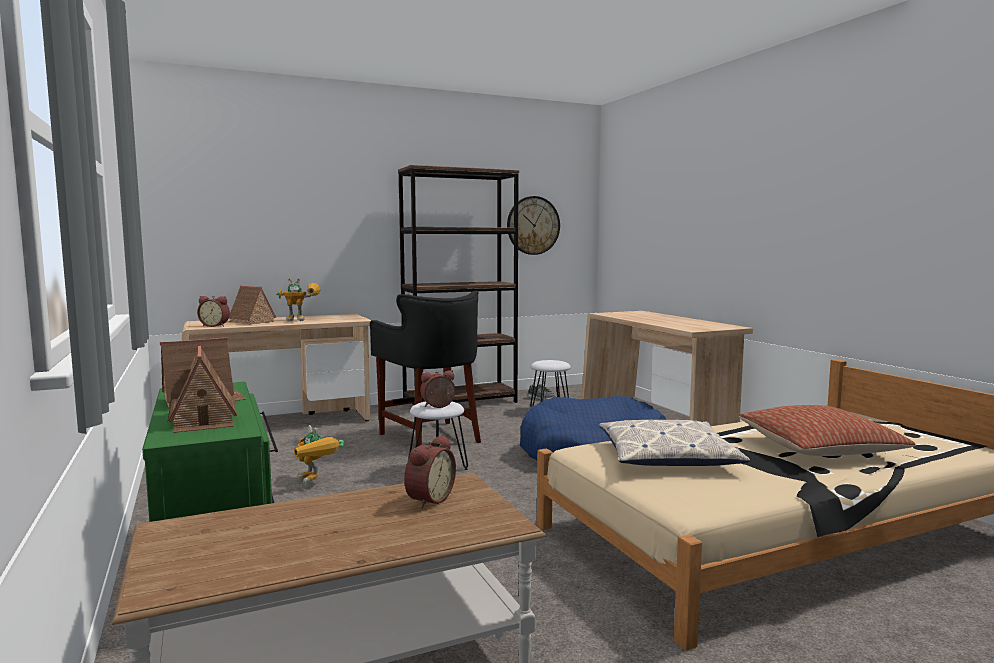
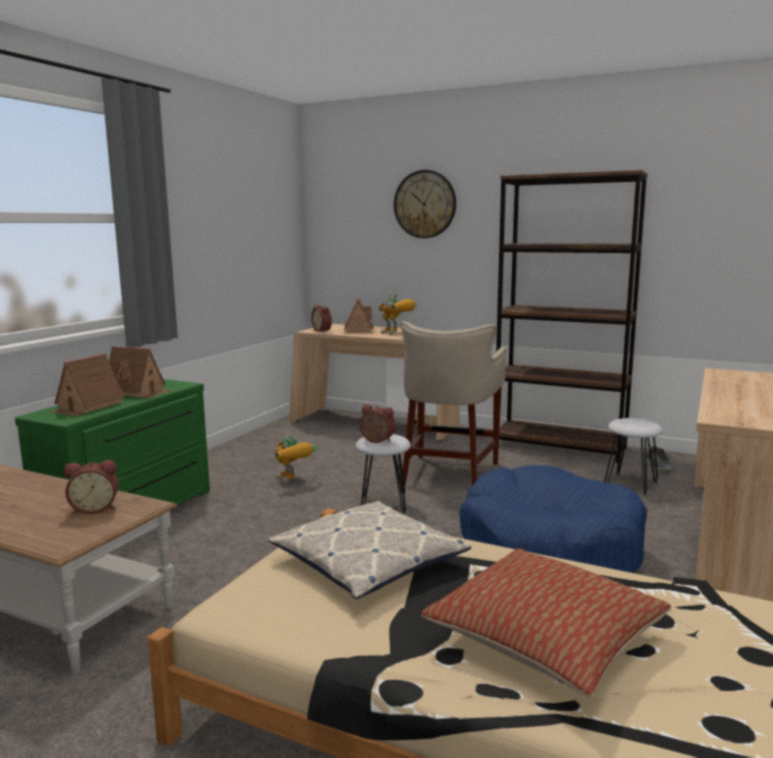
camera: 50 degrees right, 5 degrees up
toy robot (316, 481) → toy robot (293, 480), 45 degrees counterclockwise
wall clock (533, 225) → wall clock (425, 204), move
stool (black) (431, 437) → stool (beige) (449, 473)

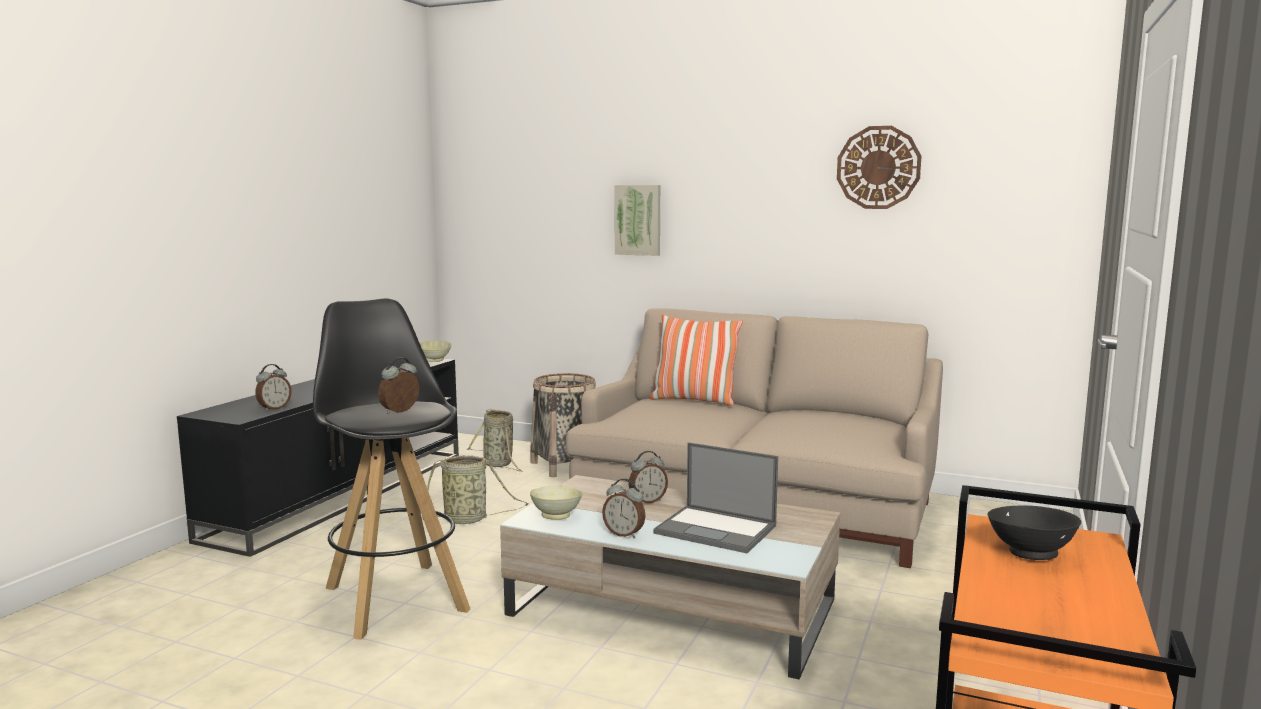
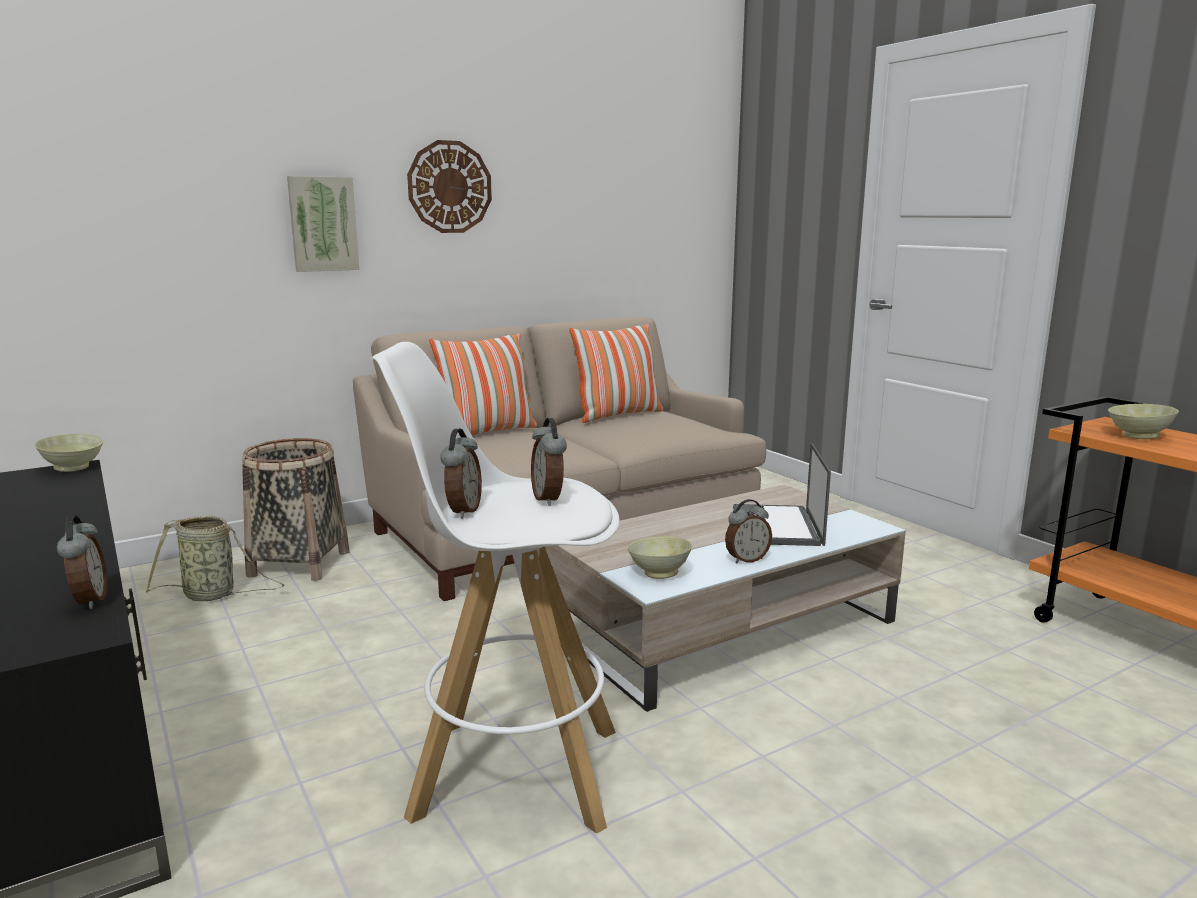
camera: 55 degrees left, 5 degrees up
stool (black) (395, 597) → stool (white) (513, 771)
wall clock (878, 167) → wall clock (449, 187), move
alarm clock (647, 501) → alarm clock (462, 511), move
- → pillow (618, 415)
laptop (717, 530) → laptop (777, 527), 120 degrees clockwise
bowl (black) (1030, 553) → bowl (beige) (1137, 436)
basket (468, 520) → -

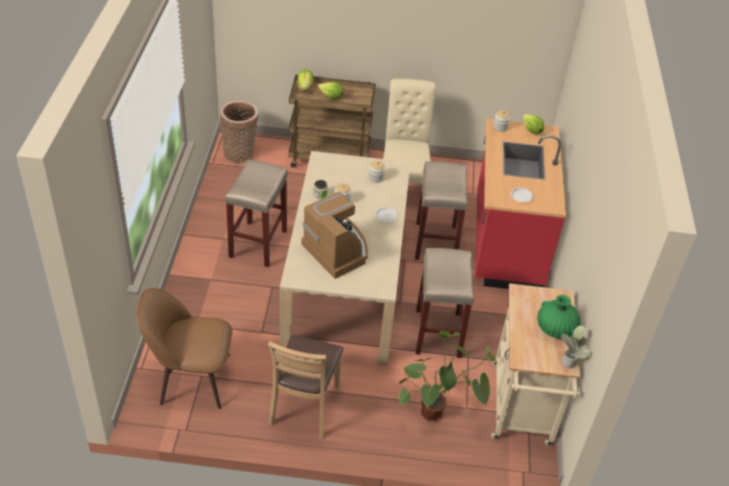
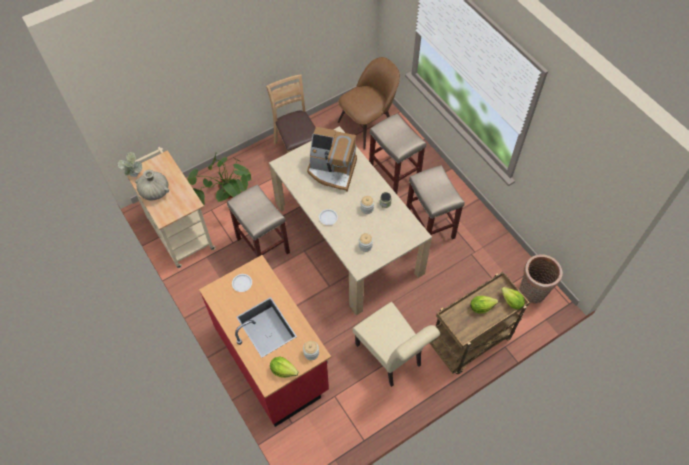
camera: 145 degrees right, 15 degrees up
vase (green) (555, 329) → vase (beige) (155, 192)
stool (beige) (435, 242) → stool (beige) (395, 175), move

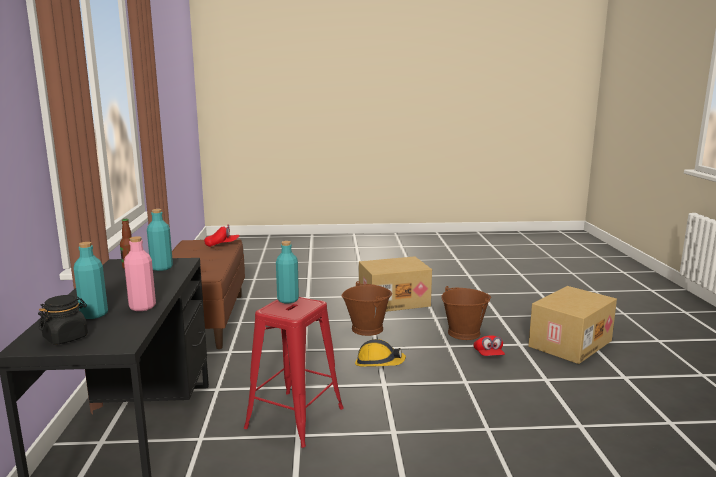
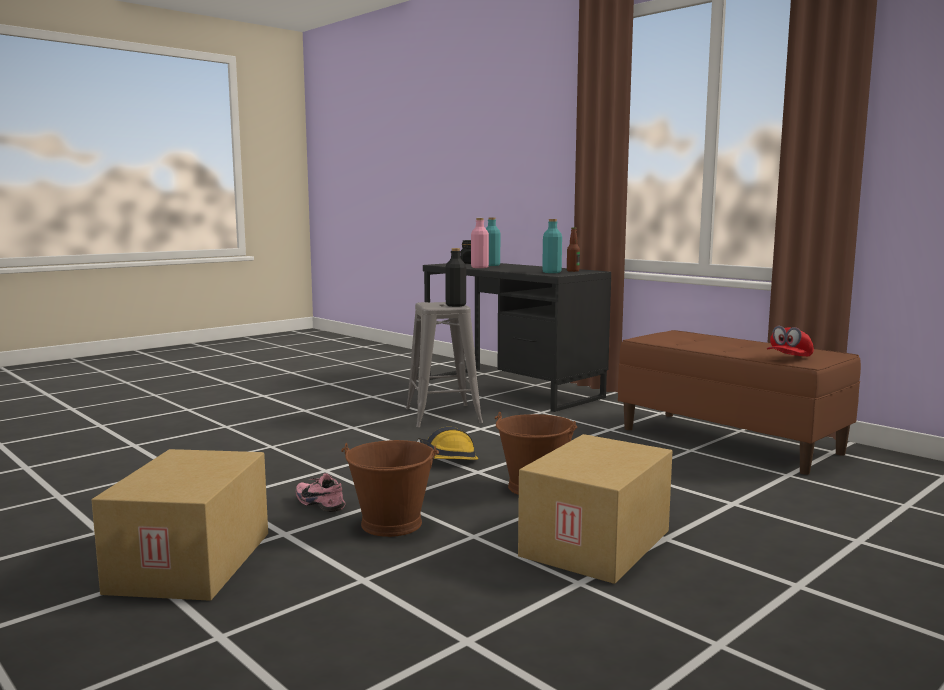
camera: 140 degrees right, 5 degrees down
cap (red) (488, 355) → shoe (pink) (322, 503)
stool (red) (295, 417) → stool (grey) (443, 416)
bottle (turquoise) (288, 300) → bottle (black) (455, 305)

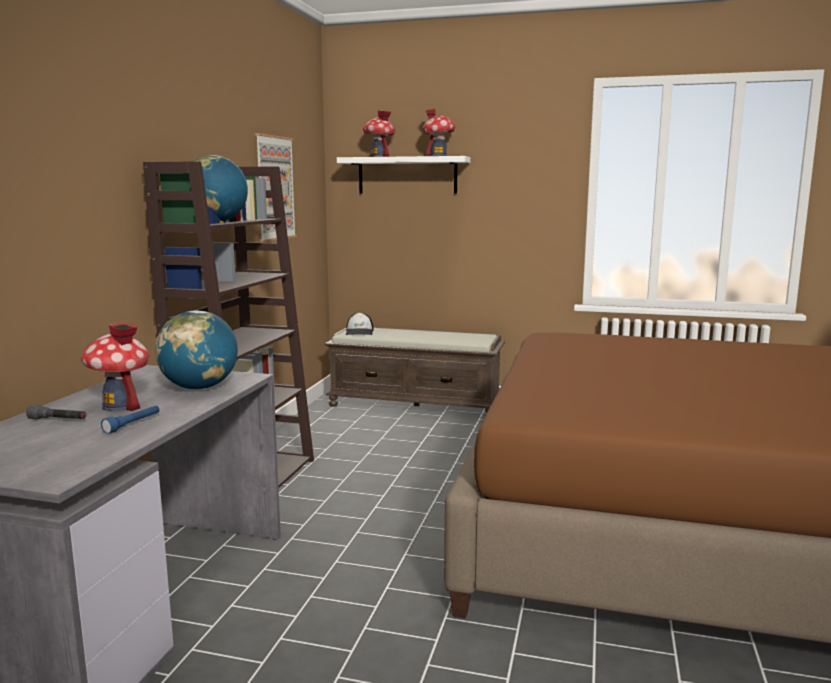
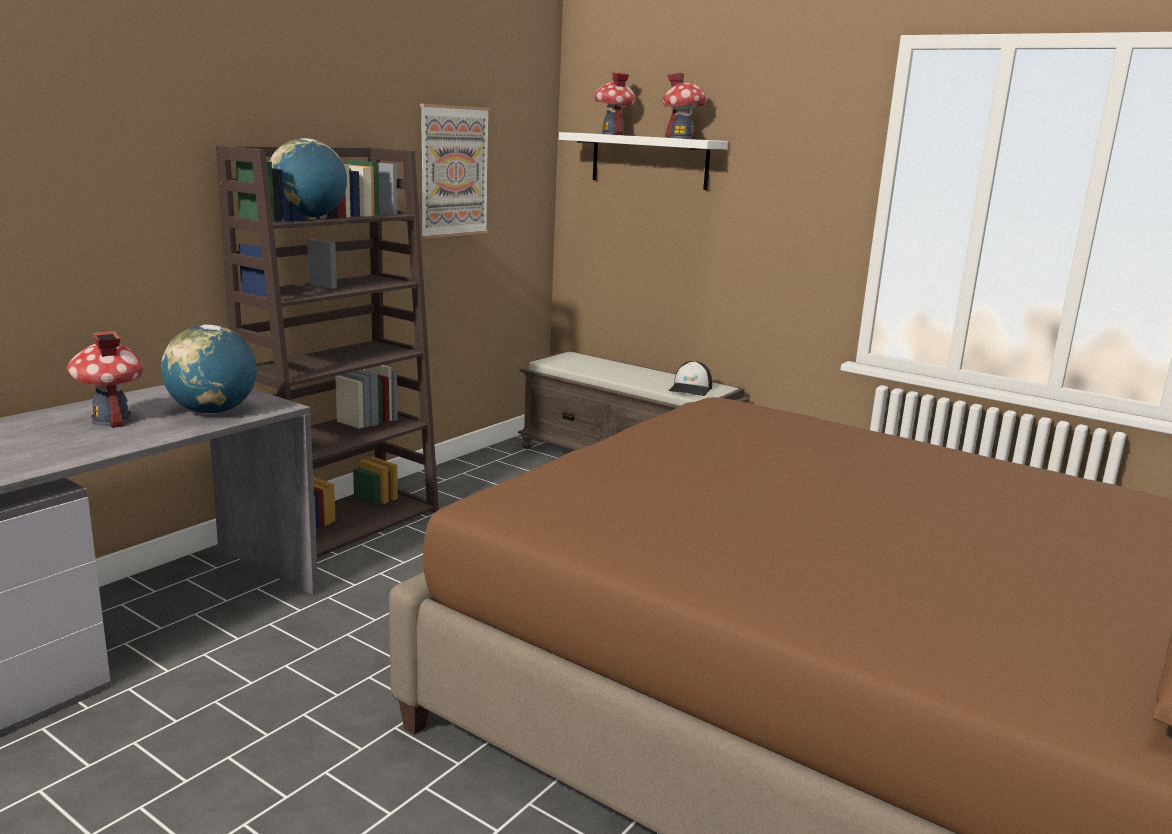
camera: 20 degrees right, 5 degrees up
cap (359, 332) → cap (691, 389), move
flashlight (grey) (58, 420) → -
flashlight (blue) (133, 424) → -

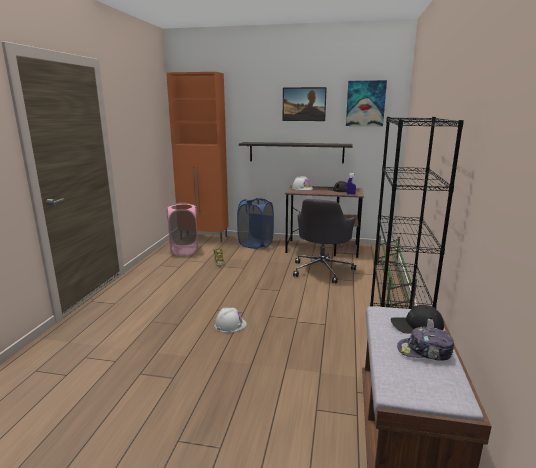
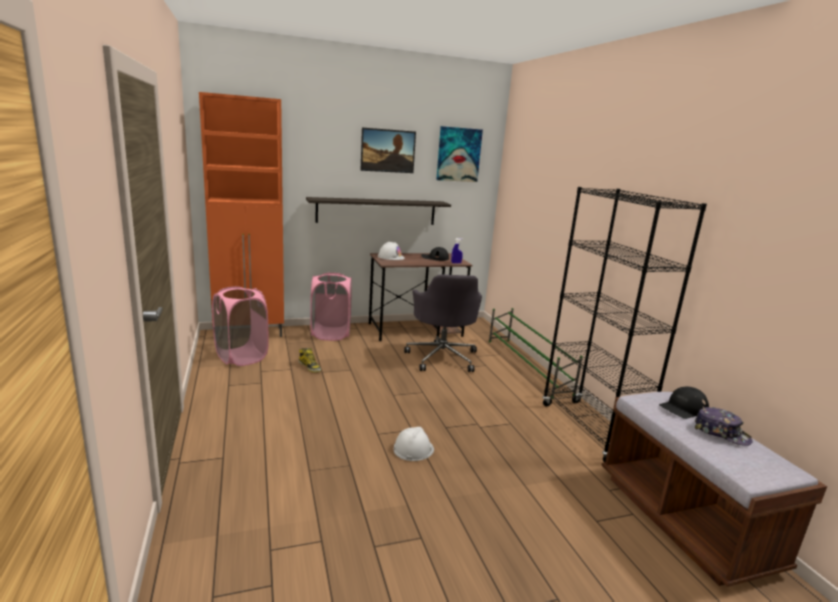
camera: 30 degrees left, 0 degrees up
laundry basket (blue) (255, 244) → laundry basket (pink) (330, 334)
cap (425, 351) → cap (721, 433), 120 degrees counterclockwise

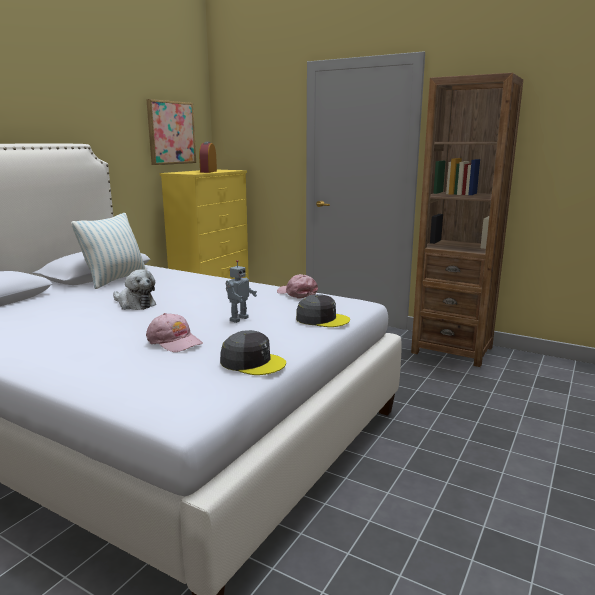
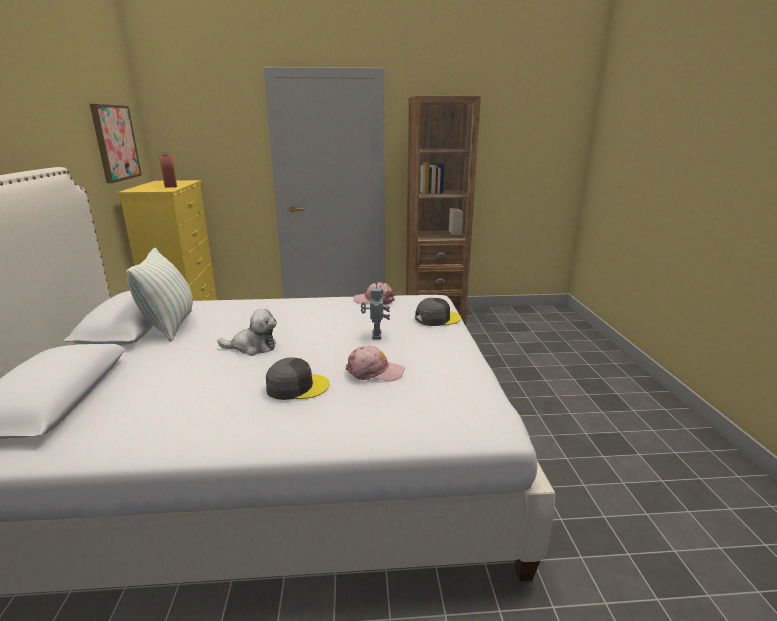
camera: 35 degrees left, 5 degrees up
cap (grey) (252, 362) → cap (grey) (296, 386), move

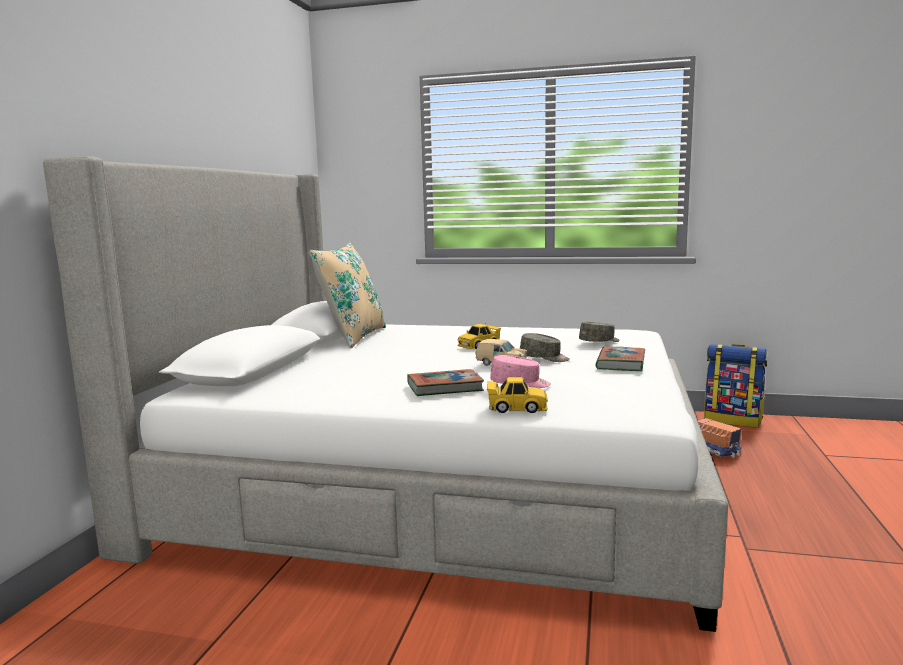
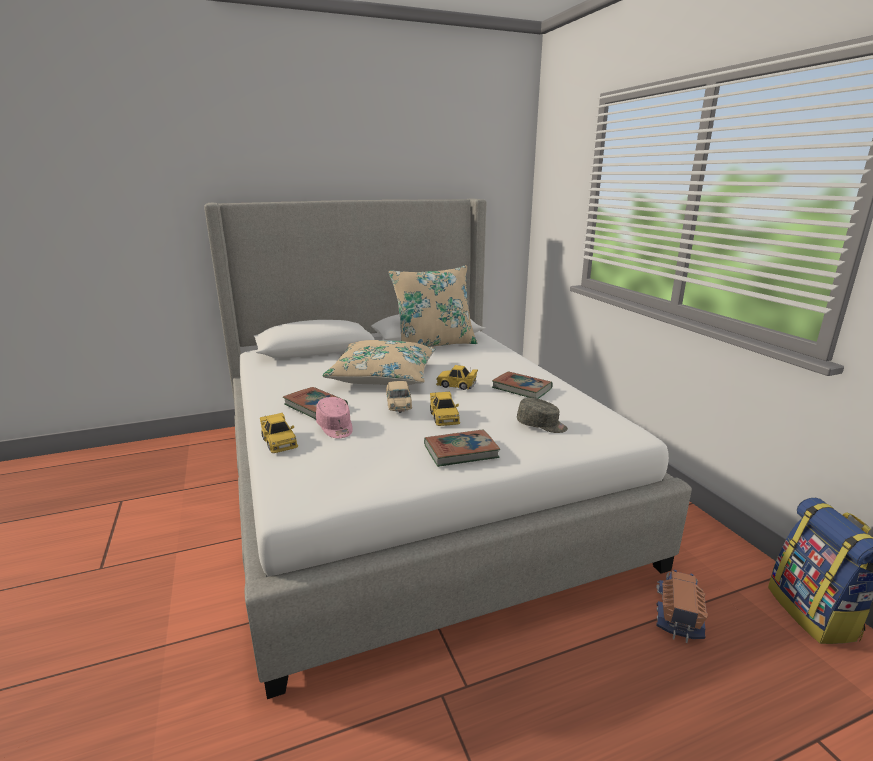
camera: 55 degrees right, 10 degrees up
- → pillow (beige) (383, 376)
cap (grey) (544, 358) → toy car (yellow) (444, 417)
- → book (521, 388)

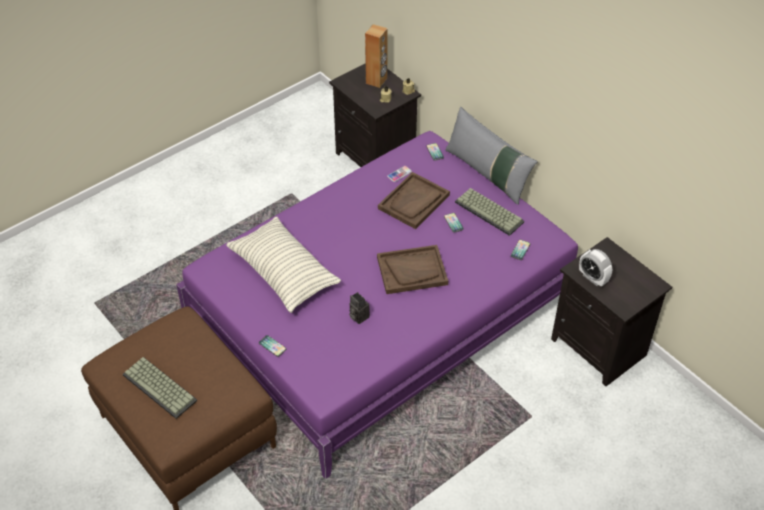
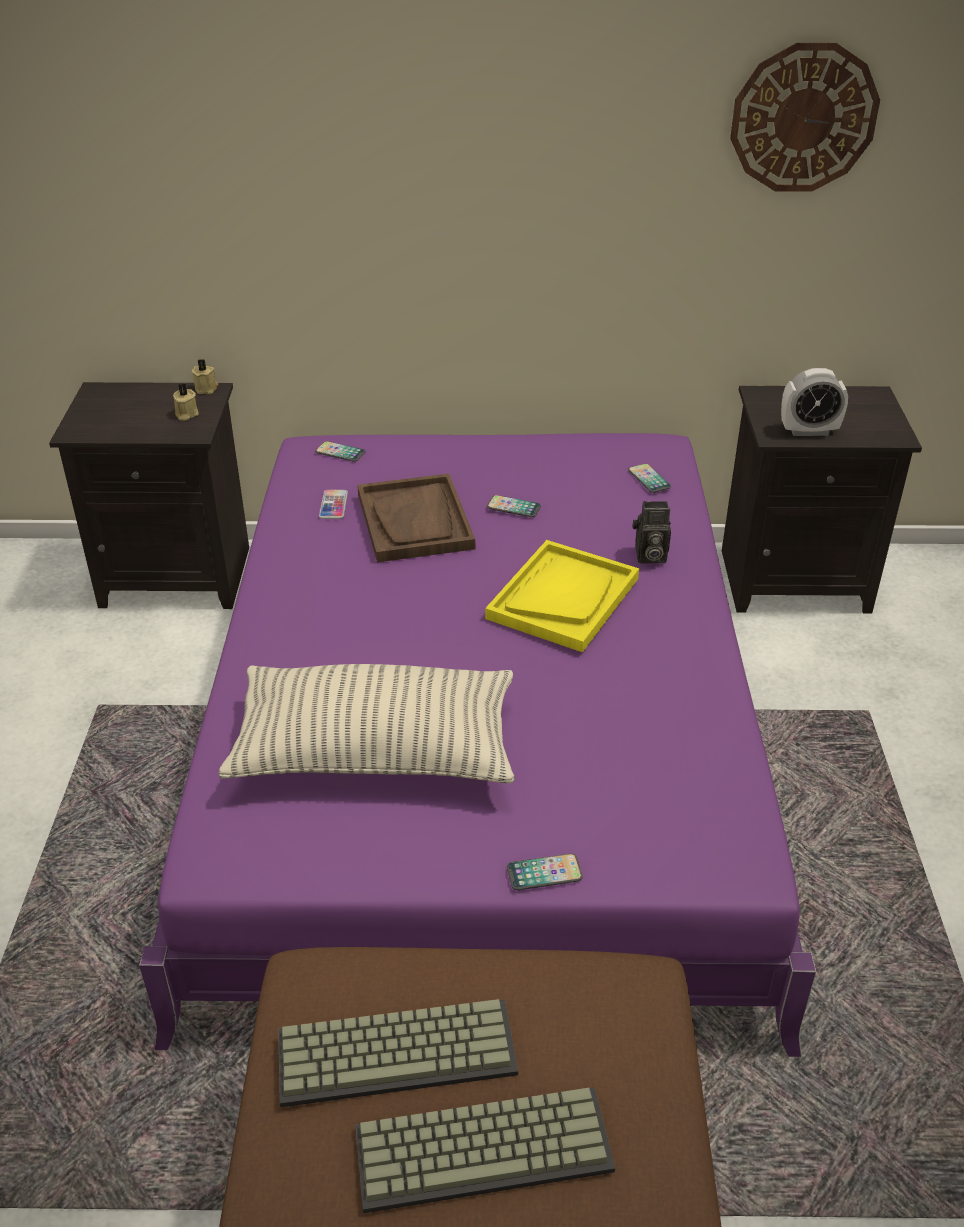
camera: 50 degrees left, 10 degrees down
keyboard (490, 212) → keyboard (398, 1049), move
tray (brown) (412, 271) → tray (yellow) (563, 598)
photo camera (358, 316) → photo camera (649, 556), move
- → wall clock (803, 118)
speaker (brown) (376, 81) → -
pillow (grey) (487, 173) → -

